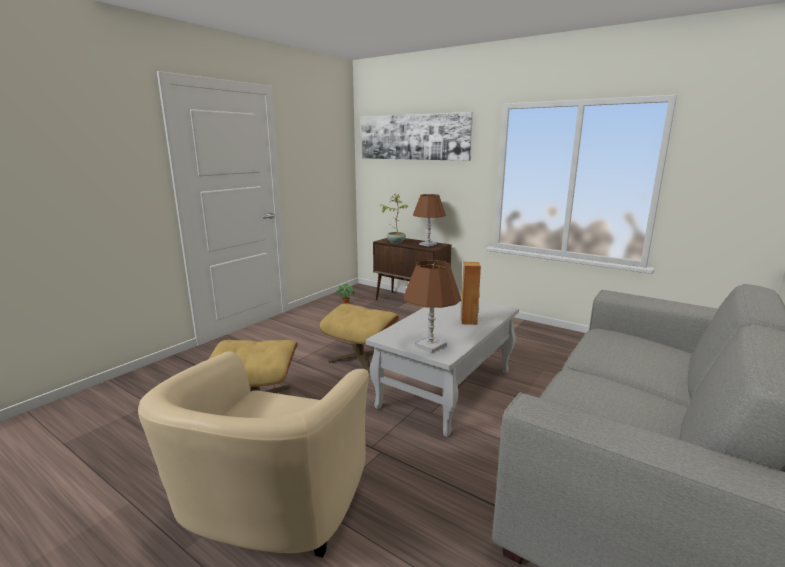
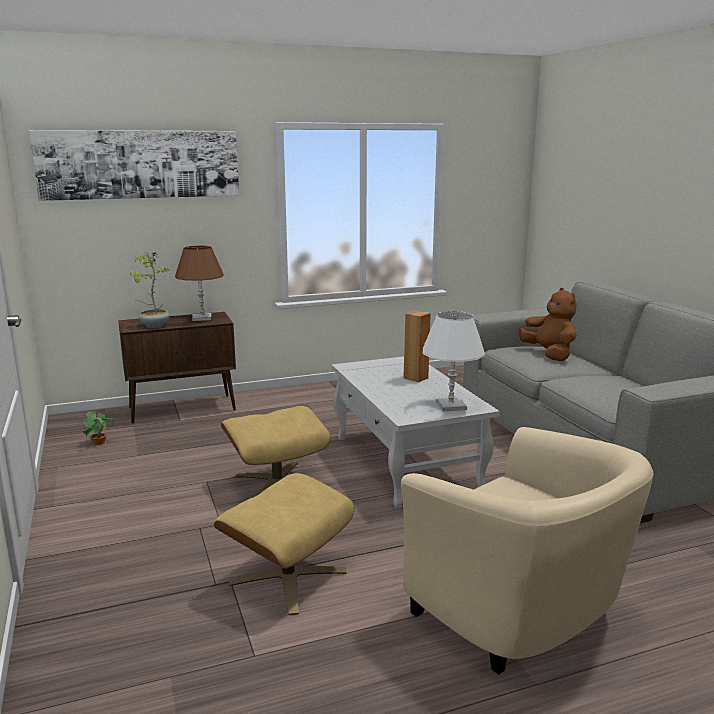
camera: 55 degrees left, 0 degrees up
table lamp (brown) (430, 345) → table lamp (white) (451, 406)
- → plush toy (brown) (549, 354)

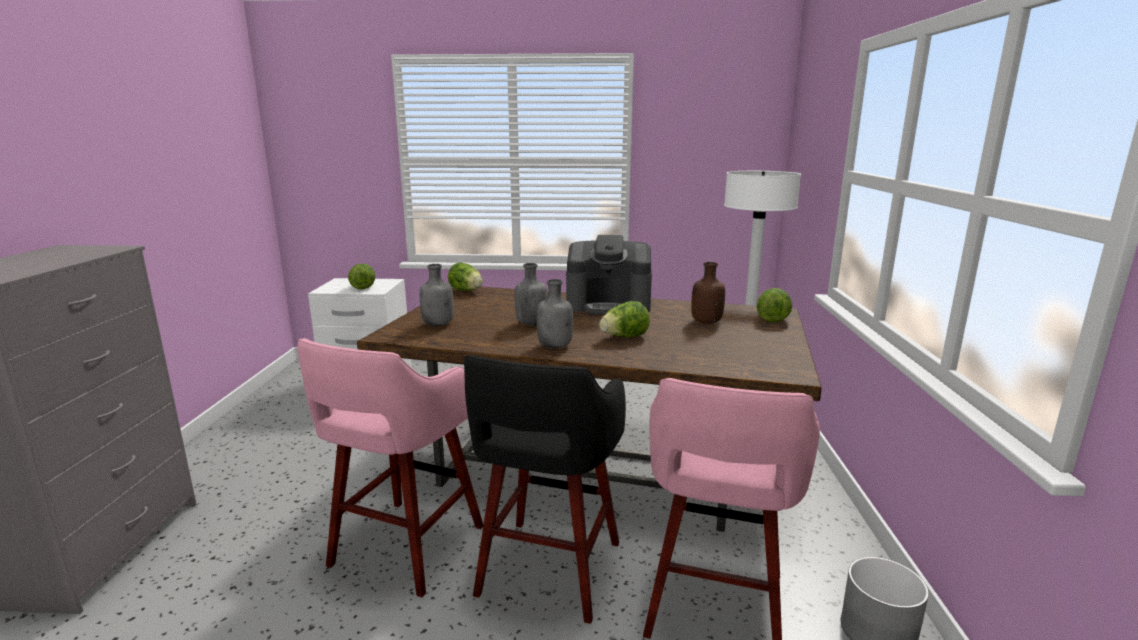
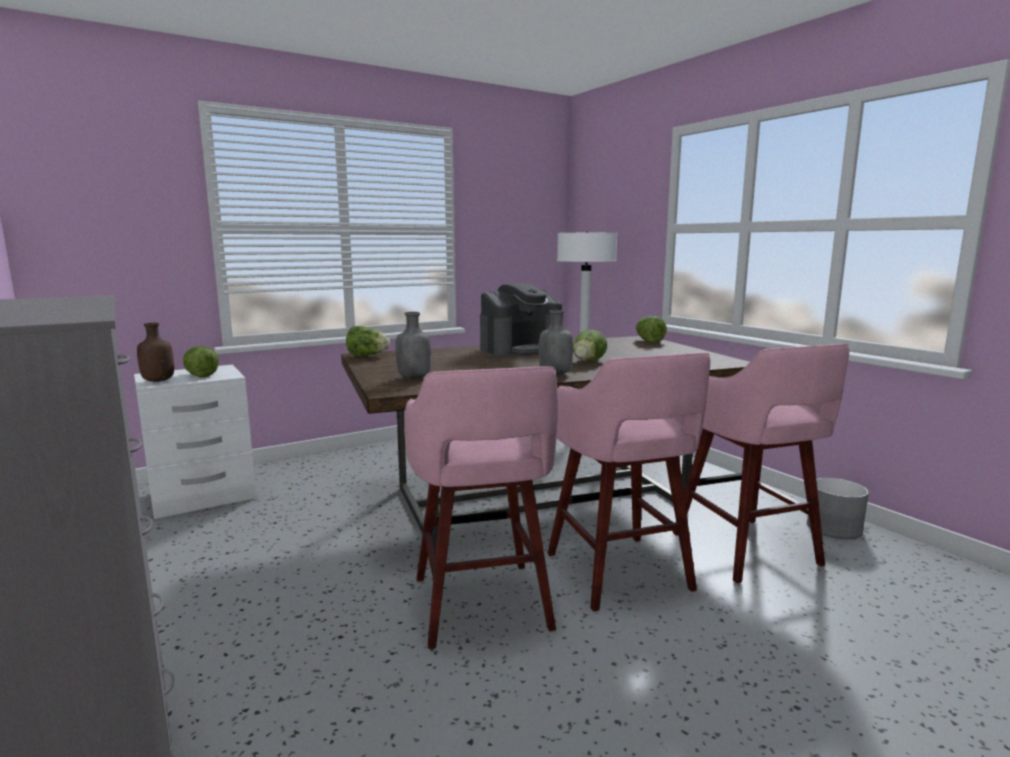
camera: 35 degrees left, 5 degrees down
bottle (brown) (705, 322) → bottle (brown) (157, 381), move
stool (black) (547, 571) → stool (pink) (620, 574)
bottle (grey) (531, 323) → -

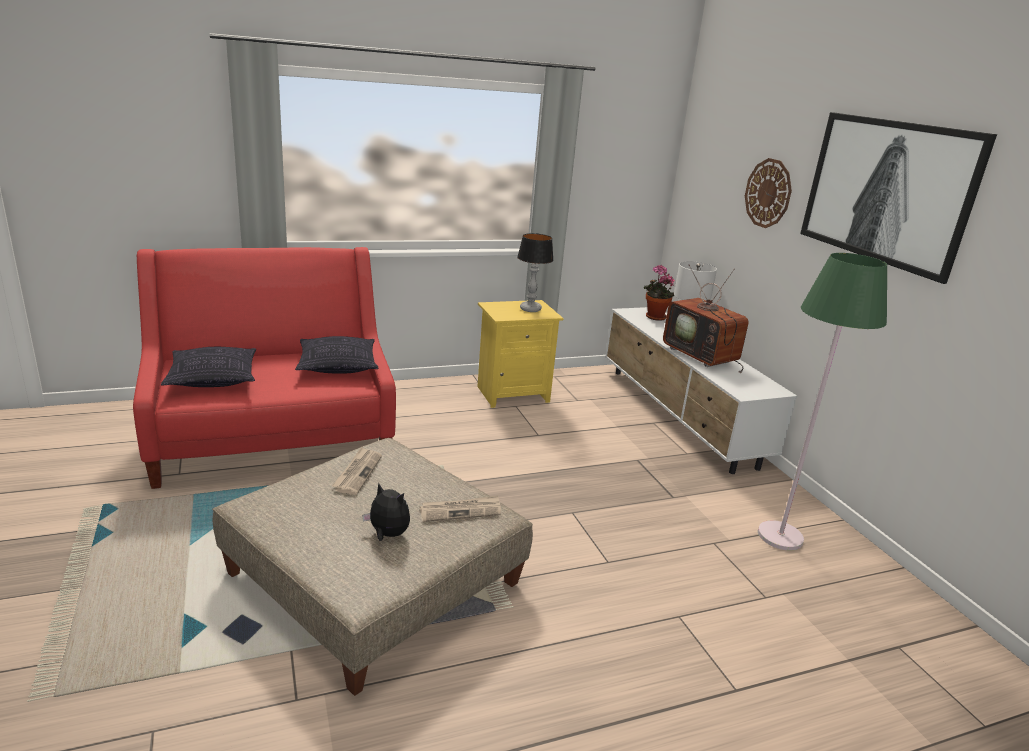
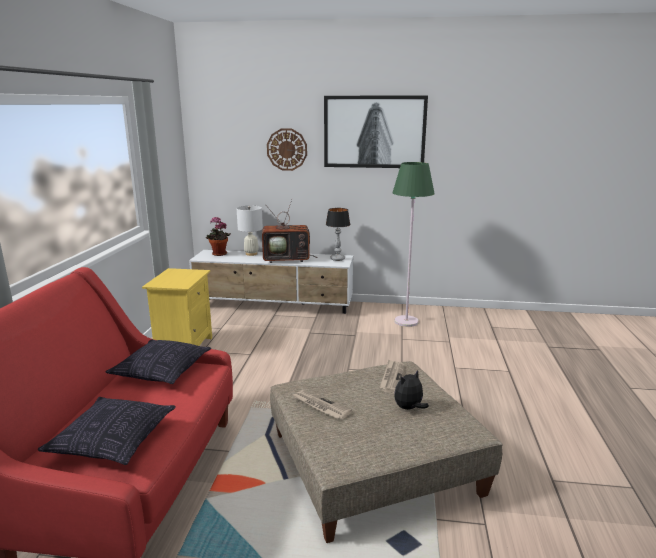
camera: 60 degrees left, 5 degrees down
table lamp (530, 309) → table lamp (337, 259), move

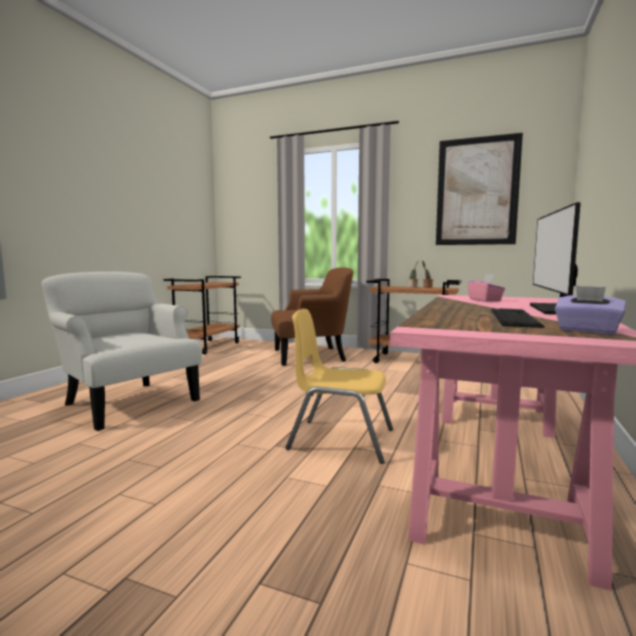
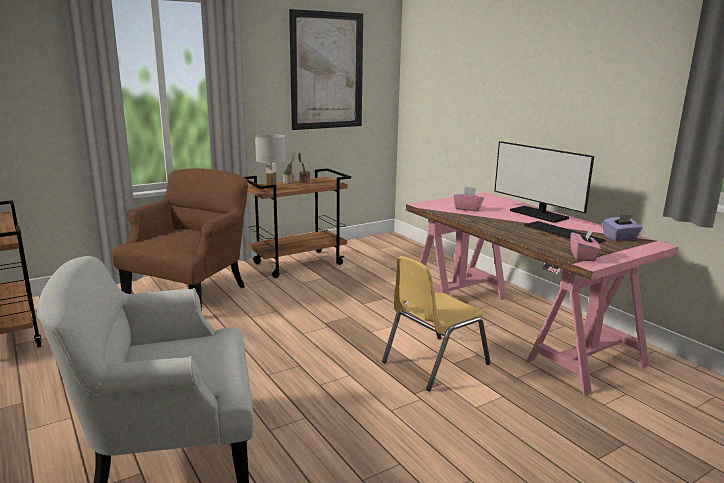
camera: 55 degrees left, 10 degrees up
- → table lamp (white) (271, 189)
- → tissue box (pink) (583, 256)

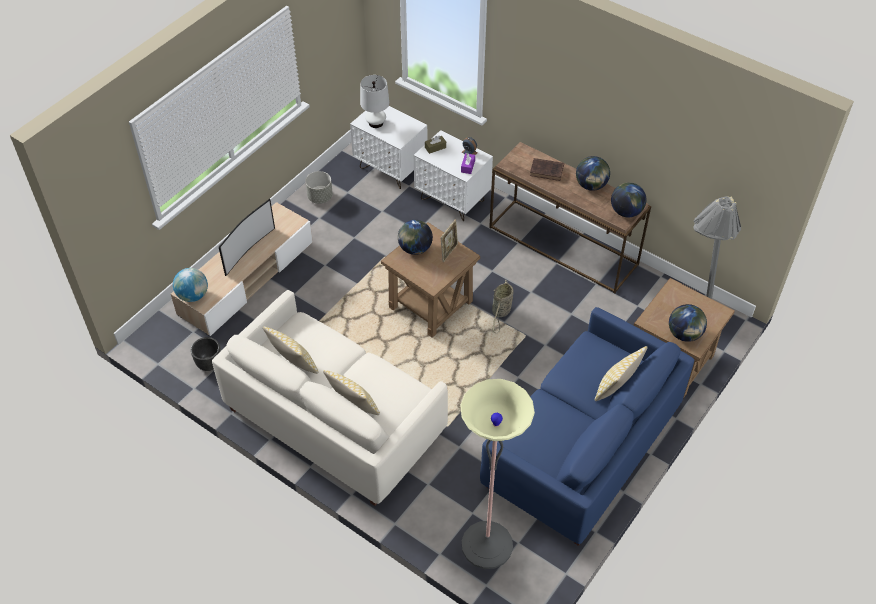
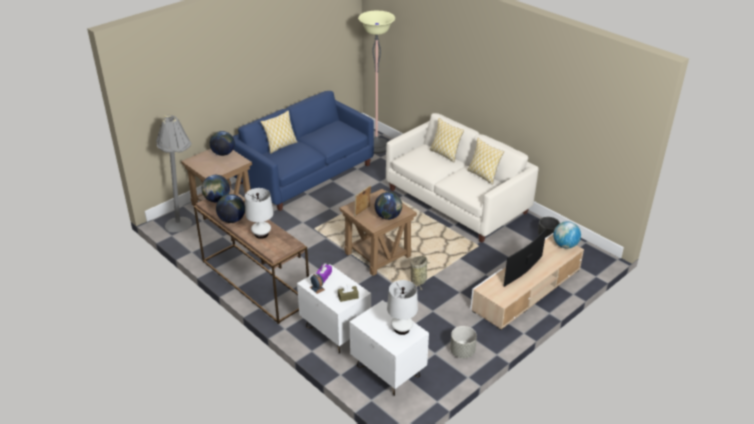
camera: 170 degrees left, 15 degrees down
book (brown) (547, 171) → table lamp (white) (261, 234)
basket (501, 312) → basket (419, 280), move

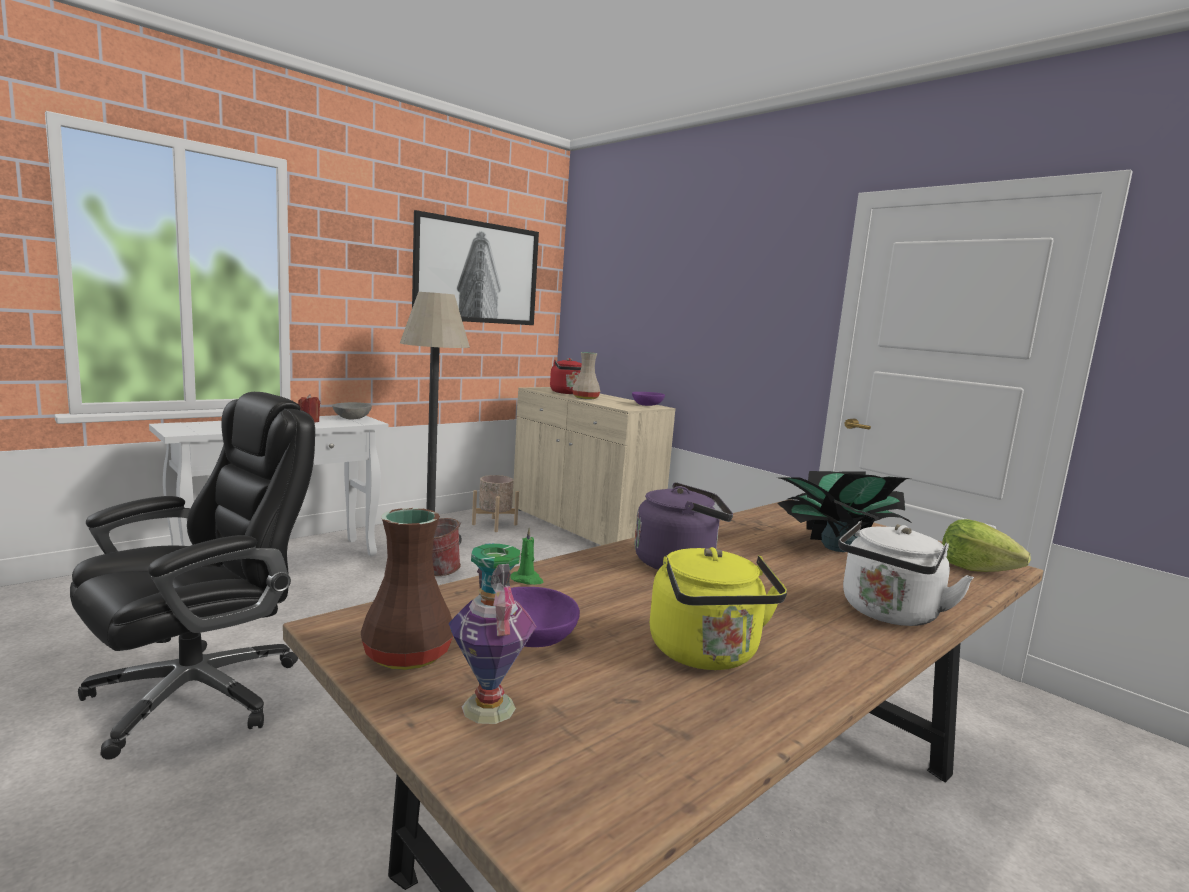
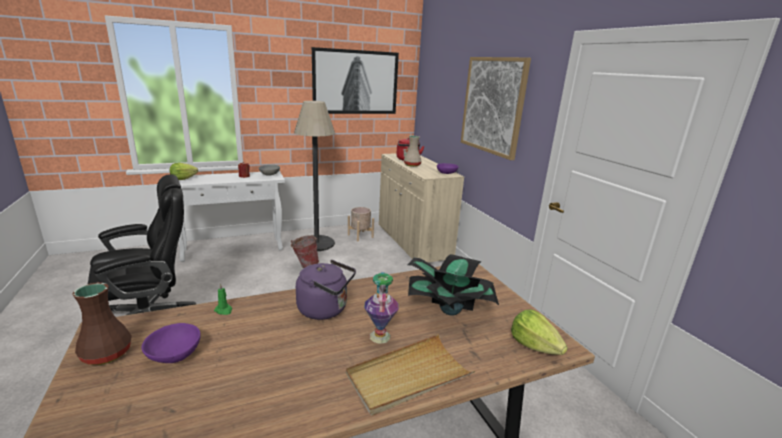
camera: 20 degrees right, 10 degrees up
- → lettuce (183, 178)
kettle (white) (888, 614) → tray (beige) (408, 376)
vase (487, 707) → vase (379, 336), move
- → picture (492, 105)
kettle (yellow) (707, 654) → -

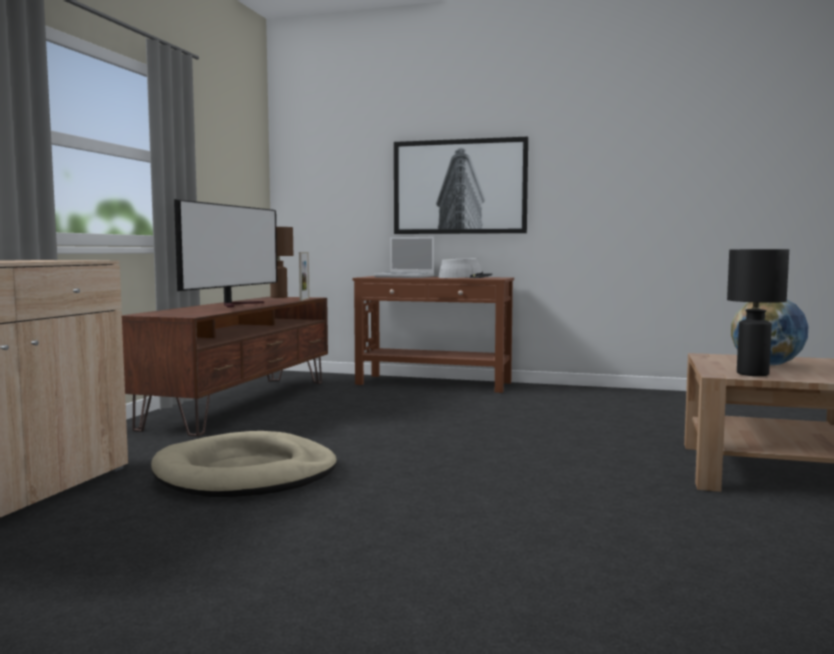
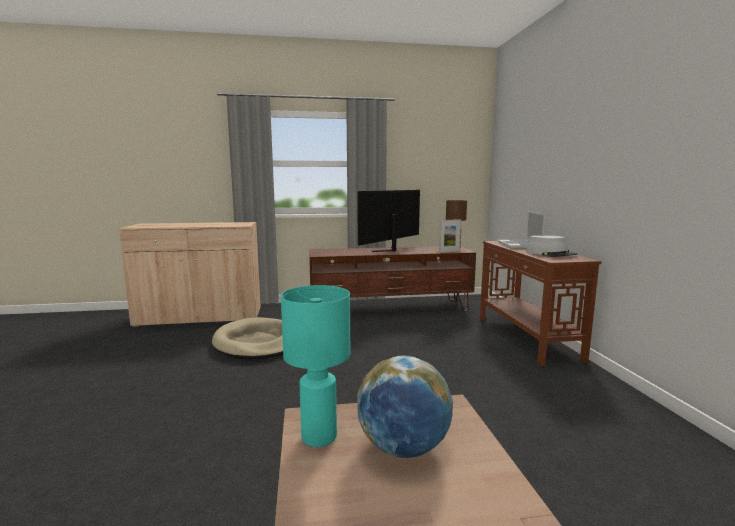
camera: 65 degrees right, 5 degrees up
table lamp (black) (751, 374) → table lamp (turquoise) (319, 436)
television (237, 305) → television (388, 250), 135 degrees clockwise
picture (460, 187) → -

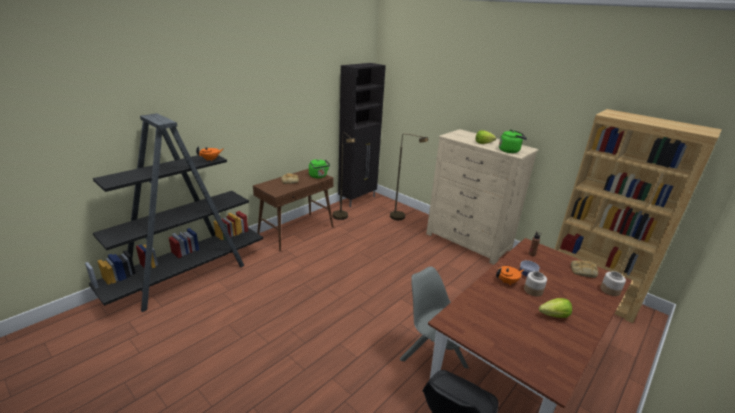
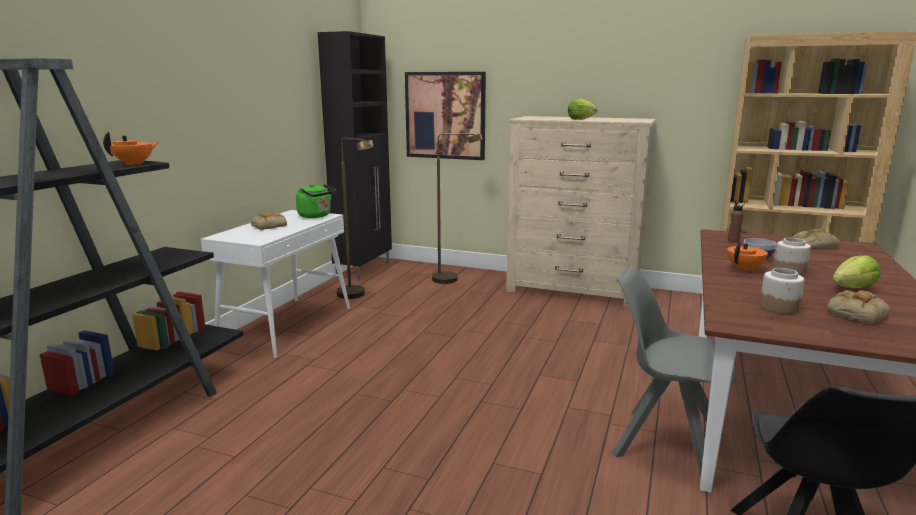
camera: 20 degrees left, 10 degrees down
console table (brown) (296, 231) → console table (white) (287, 326)
- → picture (445, 115)
jar (610, 290) → jar (779, 308), move
- → bread (856, 313)
kettle (green) (510, 151) → -

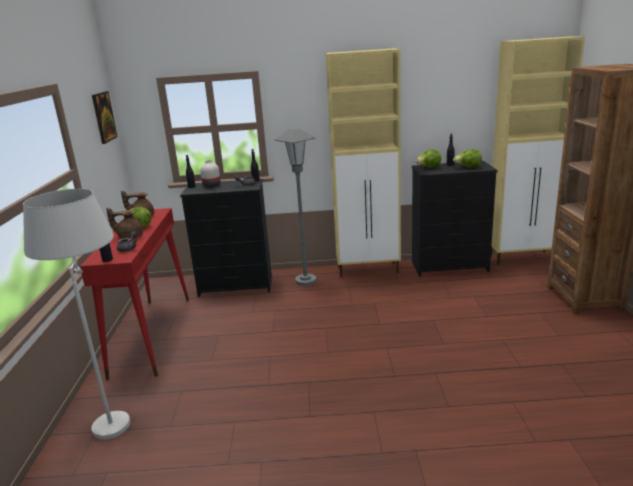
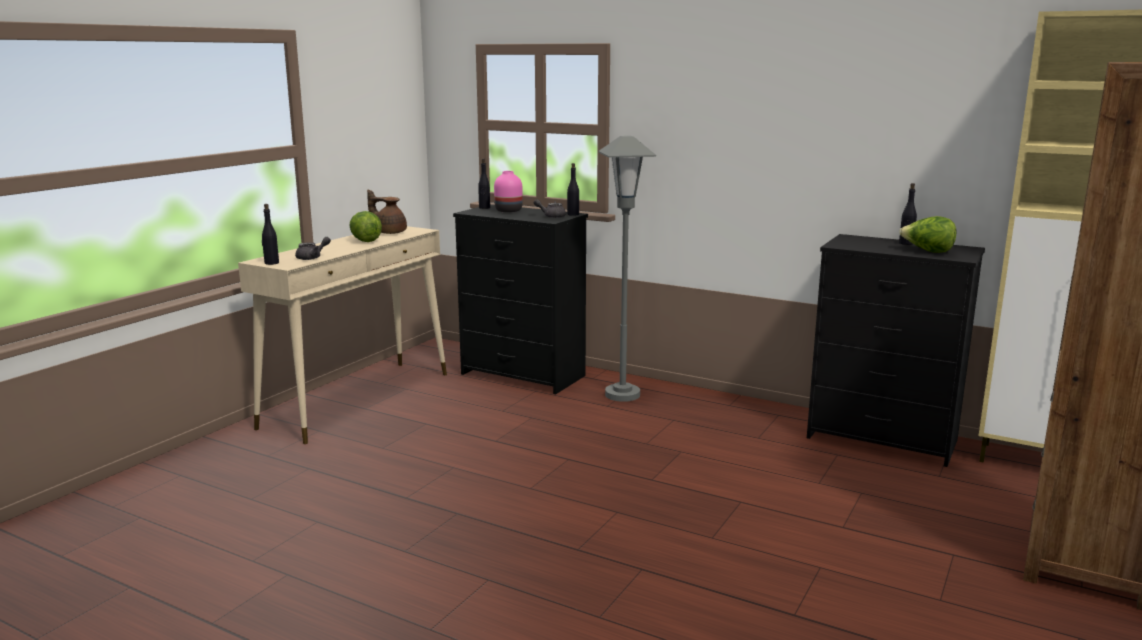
camera: 30 degrees right, 5 degrees down
console table (red) (152, 334) → console table (beige) (358, 399)
vase (white) (212, 186) → vase (pink) (509, 211)
floor lamp (white) (113, 413) → -
picture (103, 117) → -
teapot (brown) (130, 237) → -
cabinet (beige) (369, 270) → -
lettuce (428, 168) → -

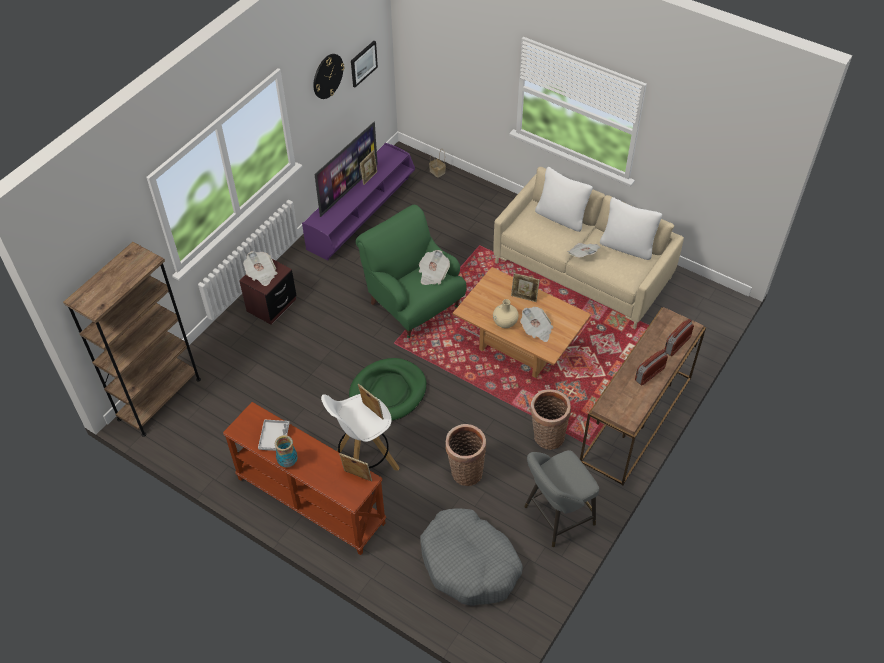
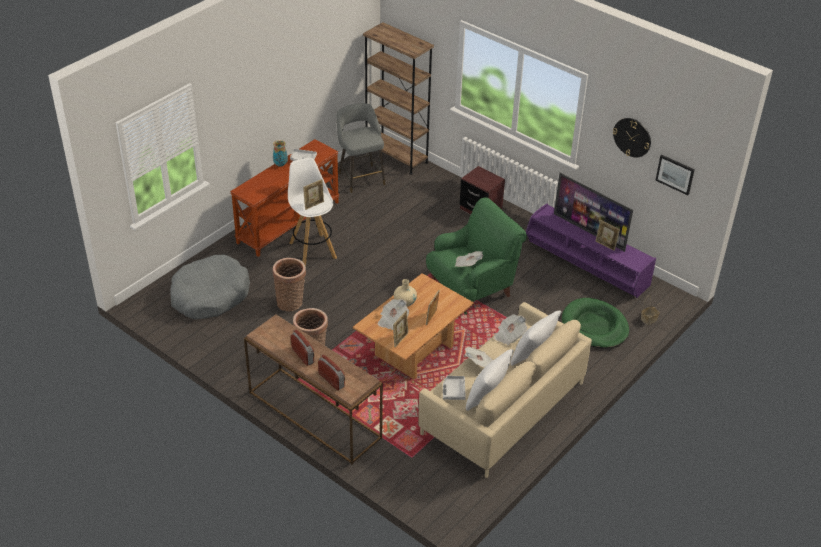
camera: 95 degrees right, 10 degrees down
stool (grey) (556, 517) → stool (grey) (360, 177), move
picture frame (357, 476) → picture frame (400, 339), move
- → tray (grey) (453, 391)
newspaper (261, 274) → newspaper (509, 336), move
dog bed (green) (388, 392) → dog bed (green) (594, 326), move

